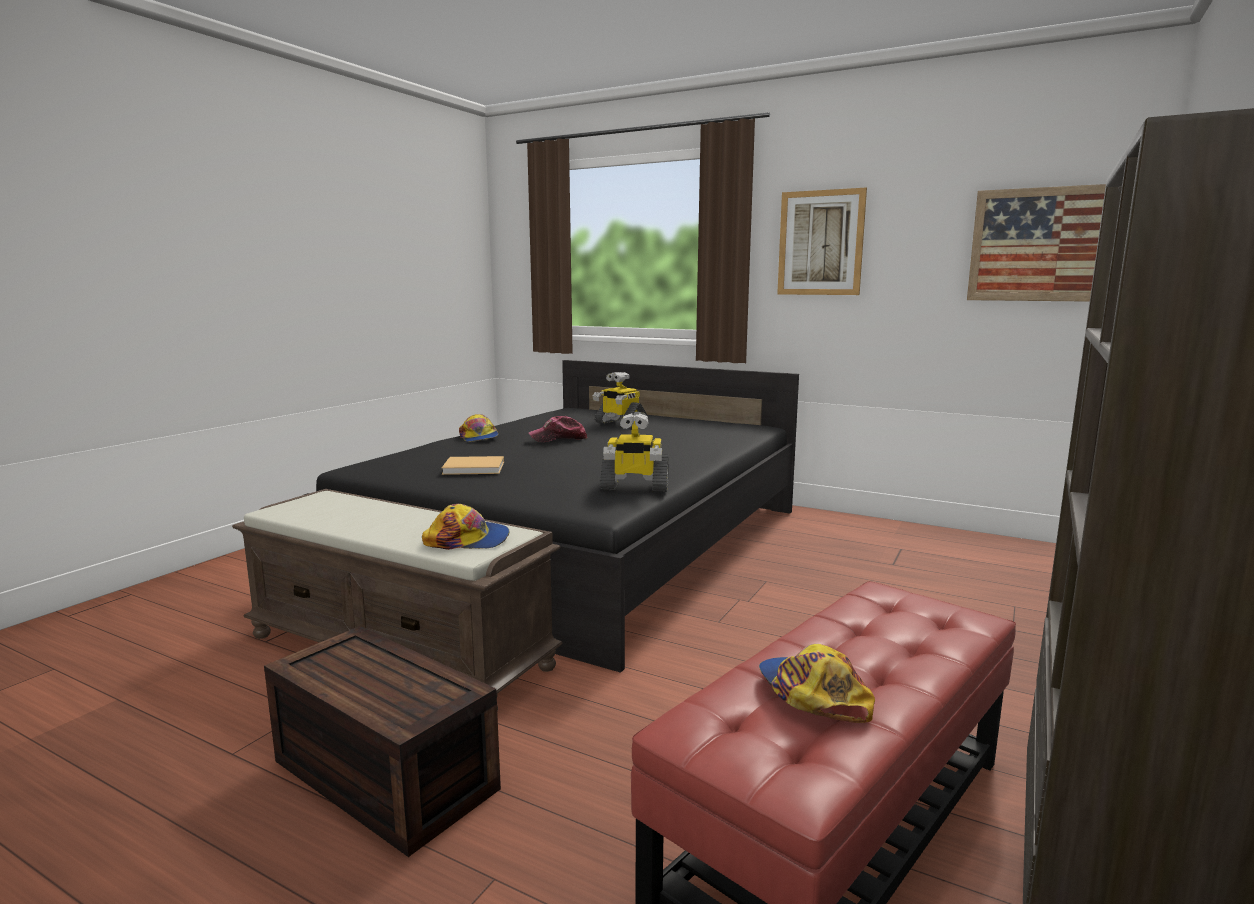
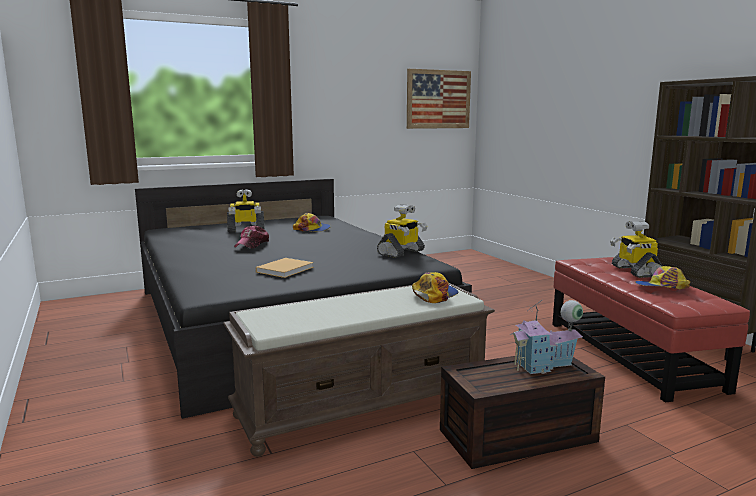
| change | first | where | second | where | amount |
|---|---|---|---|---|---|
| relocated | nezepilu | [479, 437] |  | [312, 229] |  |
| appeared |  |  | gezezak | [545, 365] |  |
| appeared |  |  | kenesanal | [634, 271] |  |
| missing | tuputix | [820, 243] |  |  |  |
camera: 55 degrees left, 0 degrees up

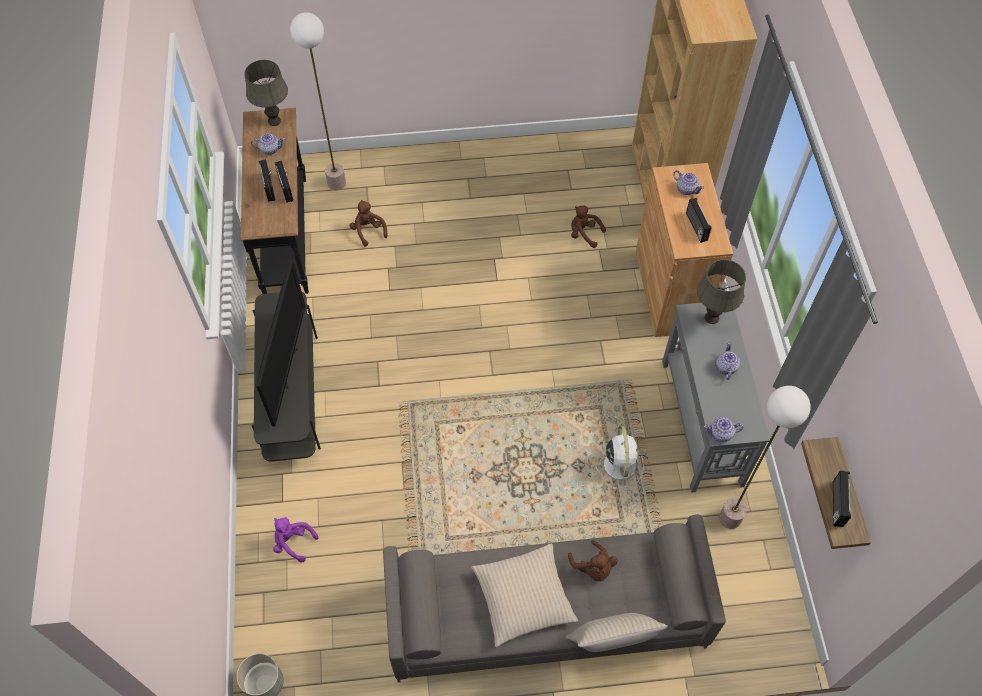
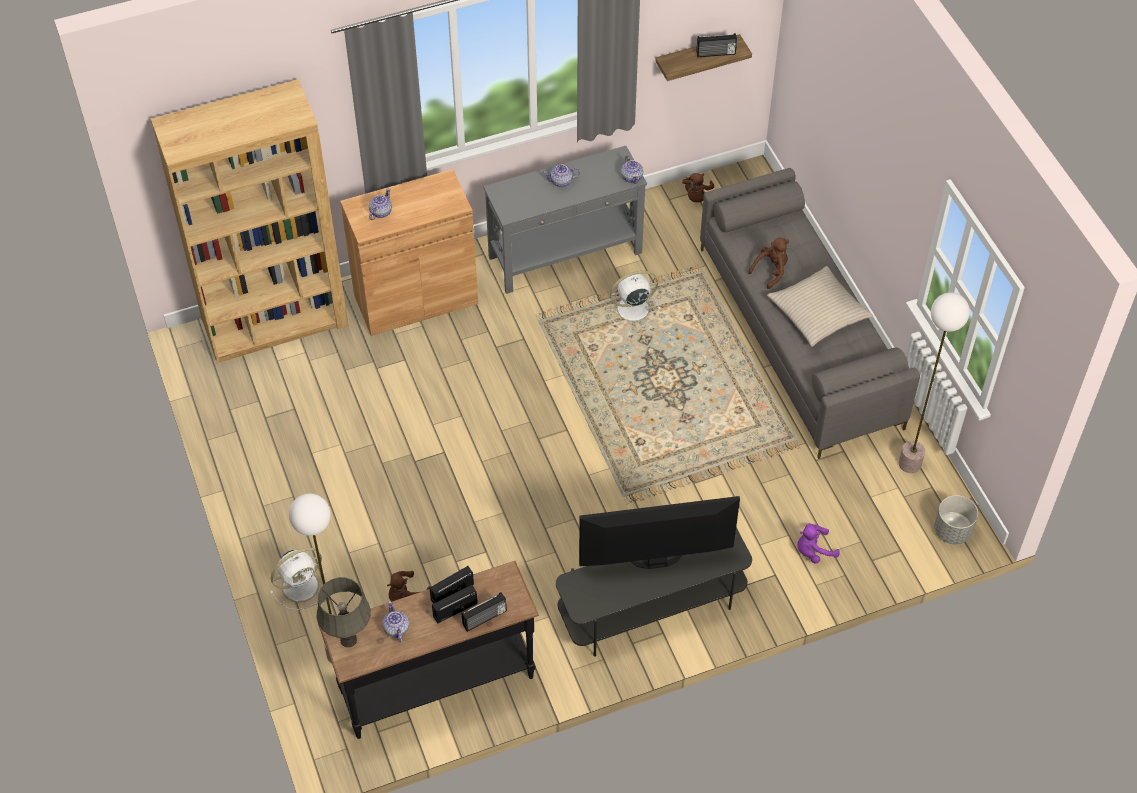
| change | first | where | second | where | amount |
|---|---|---|---|---|---|
| appeared |  |  | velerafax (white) | [302, 585] |  |
| relocated | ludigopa | [695, 227] |  | [485, 618] |  |
| relocated | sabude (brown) | [584, 234] |  | [697, 197] |  |
| spun | sabude (purple) | [293, 542] |  | [813, 551] | 60 degrees clockwise |
| relocated | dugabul | [730, 518] |  | [910, 464] |  |
| missing | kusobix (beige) | [611, 643] |  |  |  |
| missing | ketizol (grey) | [712, 318] |  |  |  |
camera: 105 degrees left, 5 degrees down

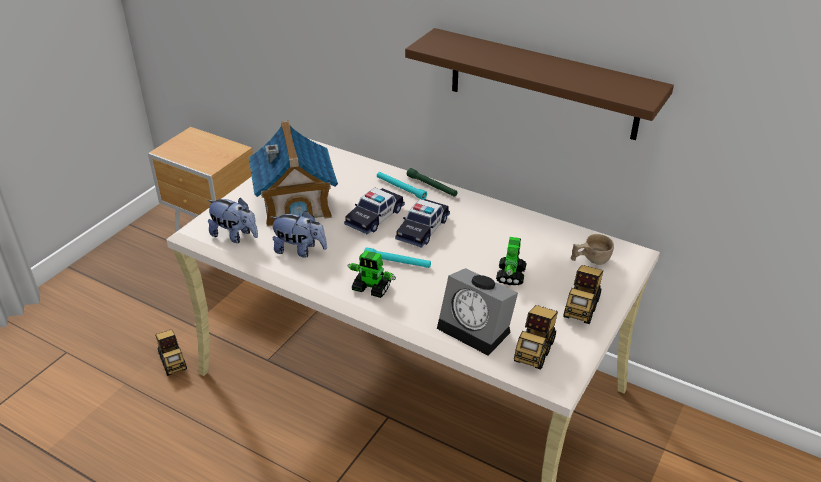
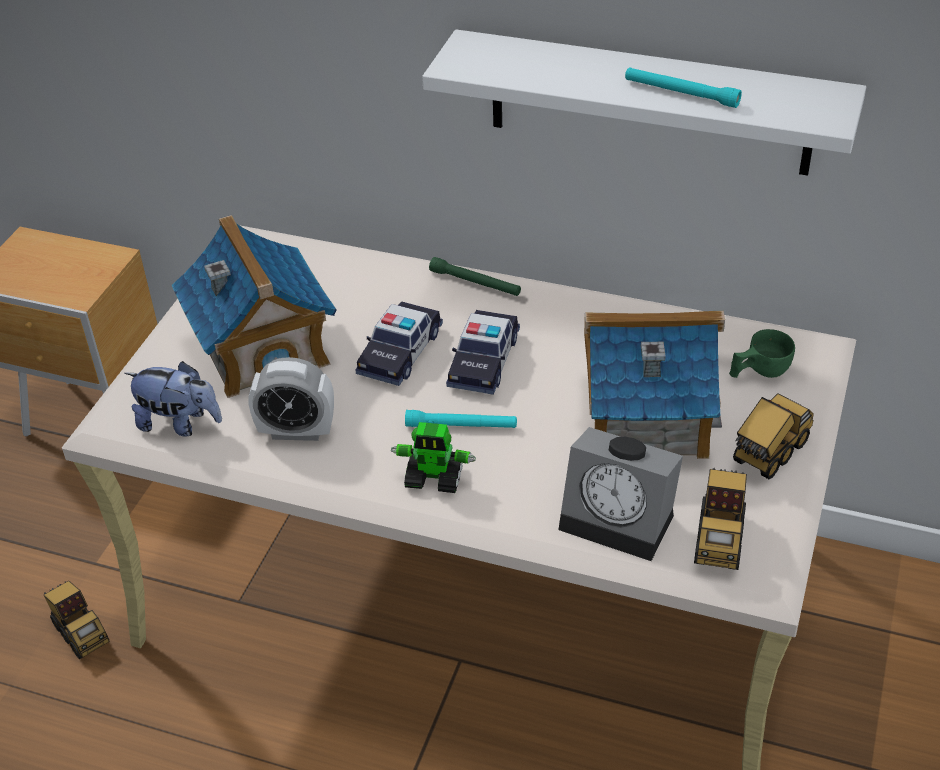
| change | first | where | second | where | amount |
|---|---|---|---|---|---|
| exchanged | sabude | [300, 250] | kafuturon | [297, 431] |  |
| colour | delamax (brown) | [543, 84] | delamax (white) | [649, 103] |  |
| exchanged | kenesanal | [511, 275] | gezezak | [645, 418] |  |
| relocated | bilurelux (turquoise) | [400, 188] |  | [681, 94] |  |
| colour | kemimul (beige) | [590, 260] | kemimul (green) | [759, 371] |  |
| spun | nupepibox | [582, 307] |  | [769, 454] | 150 degrees counterclockwise |
camera: 10 degrees left, 5 degrees up

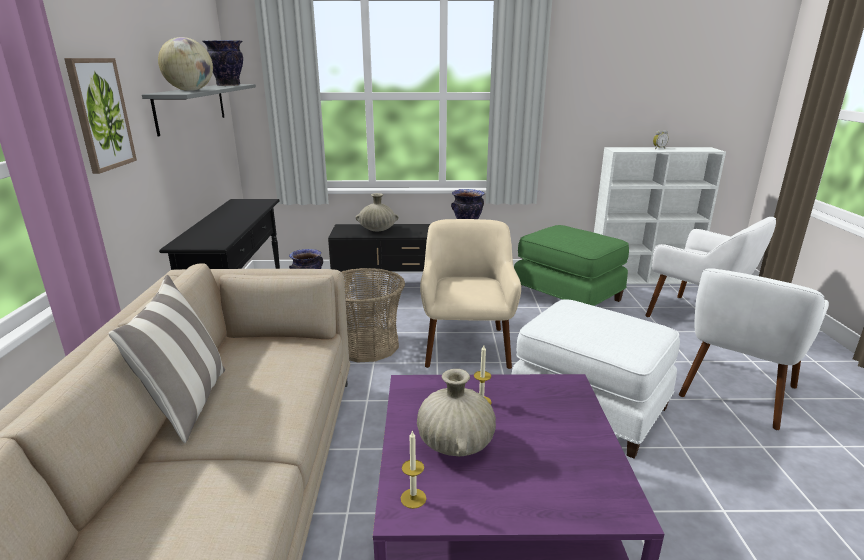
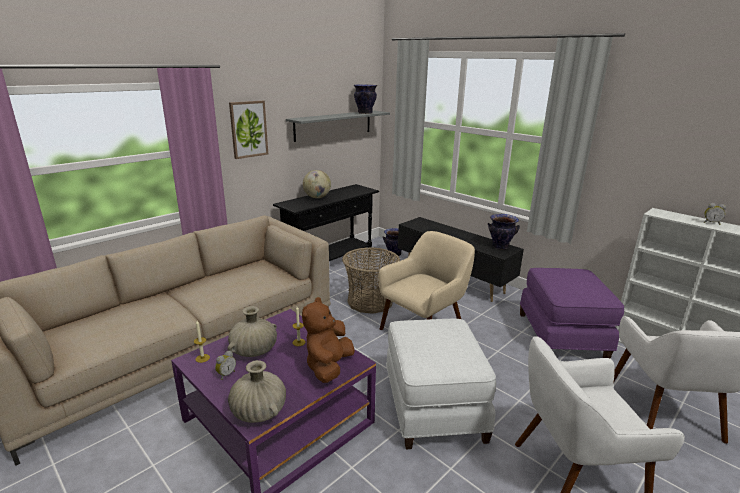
| change | first | where | second | where | amount |
|---|---|---|---|---|---|
| appeared |  |  | kafuturon | [226, 374] |  |
| relocated | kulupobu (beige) | [377, 230] |  | [259, 411] |  |
| appeared |  |  | sabude (brown) | [328, 366] |  |
| relocated | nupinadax | [190, 90] |  | [317, 197] |  |
| colour | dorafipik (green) | [567, 296] | dorafipik (purple) | [562, 335] |  |
| missing | kusobix | [186, 404] |  |  |  |
camera: 45 degrees right, 0 degrees up

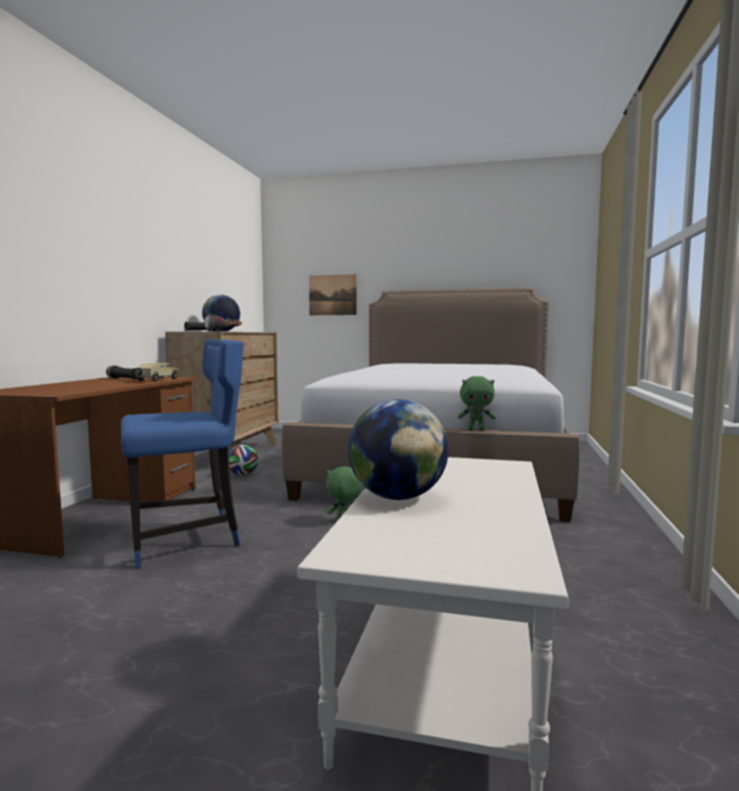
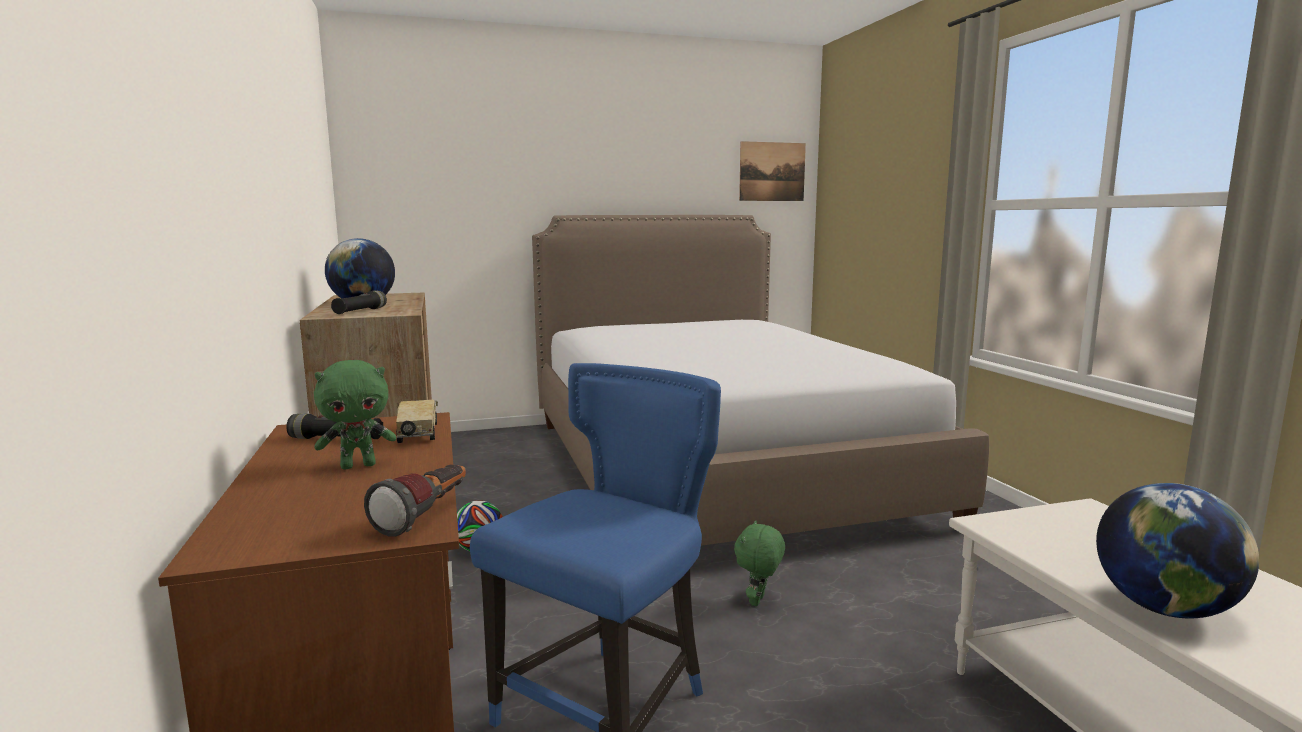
| change | first | where | second | where | amount |
|---|---|---|---|---|---|
| relocated | sabude (green) | [476, 429] |  | [359, 465] |  |
| relocated | bilurelux | [224, 331] |  | [426, 516] |  |
| relocated | tuputix | [332, 295] |  | [772, 171] |  |
camera: 30 degrees left, 5 degrees up

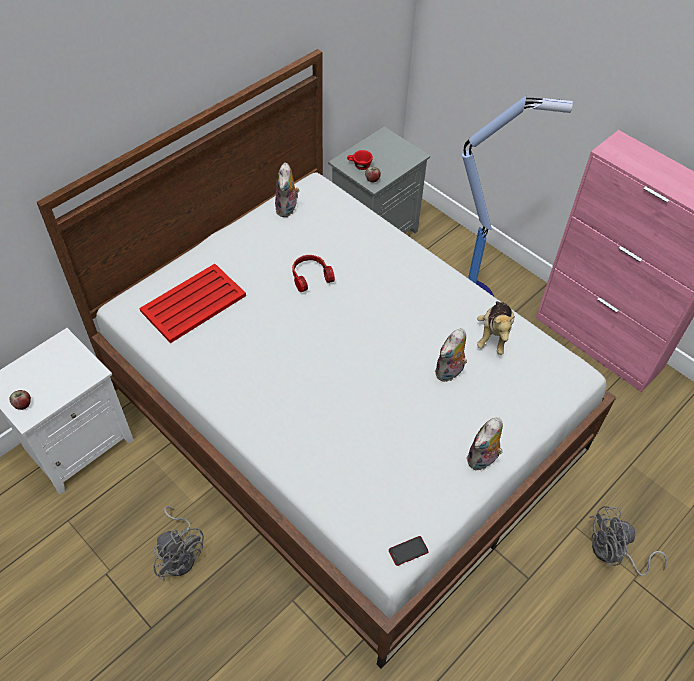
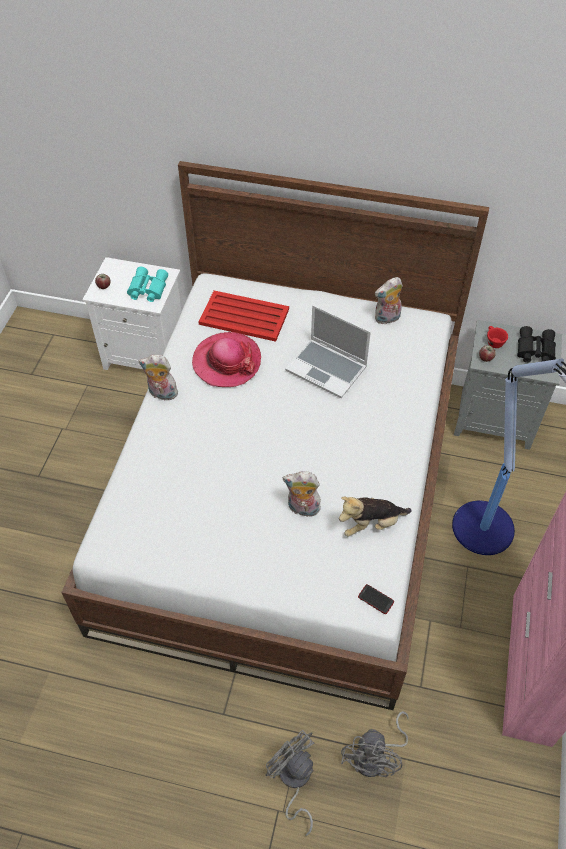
| change | first | where | second | where | amount |
|---|---|---|---|---|---|
| appeared |  |  | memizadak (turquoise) | [147, 289] |  |
| relocated | sabude | [482, 460] |  | [161, 394] |  |
| appeared |  |  | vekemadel | [226, 362] |  |
| exchanged | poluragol | [310, 276] | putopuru | [327, 369] |  |
| relocated | velerafax (grey) | [180, 554] |  | [376, 757] |  |
| relocated | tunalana | [408, 551] |  | [376, 599] |  |
| appeared |  |  | memizadak (black) | [534, 350] |  |
camera: 60 degrees right, 0 degrees up

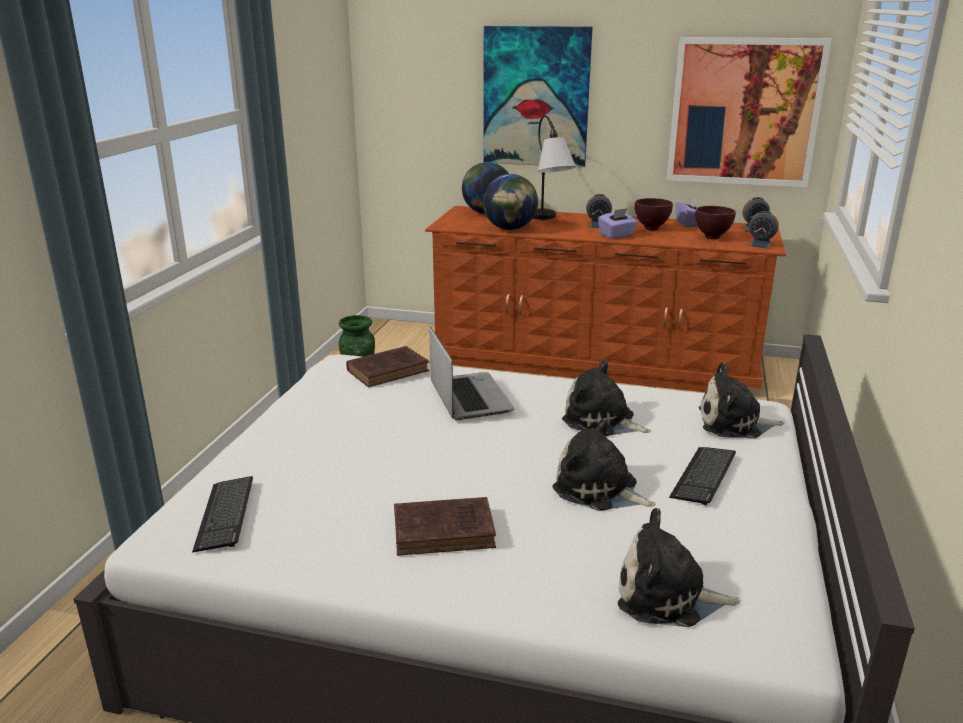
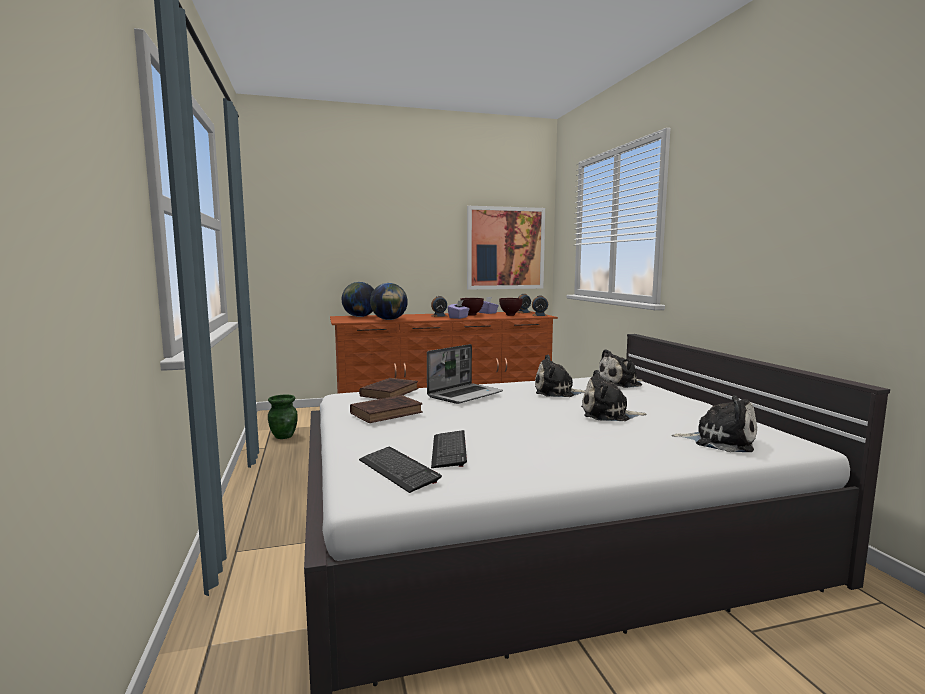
| change | first | where | second | where | amount |
|---|---|---|---|---|---|
| relocated | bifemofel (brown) | [447, 531] |  | [388, 413] |  |
| spun | putopuru | [468, 397] |  | [465, 395] | 90 degrees clockwise |
| relocated | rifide | [703, 476] |  | [449, 450] |  |
| spun | sabude | [667, 596] |  | [720, 441] | 135 degrees counterclockwise |
| missing | tuputix | [536, 97] |  |  |  |
| missing | ketizol | [549, 220] |  |  |  |
camera: 30 degrees left, 15 degrees down

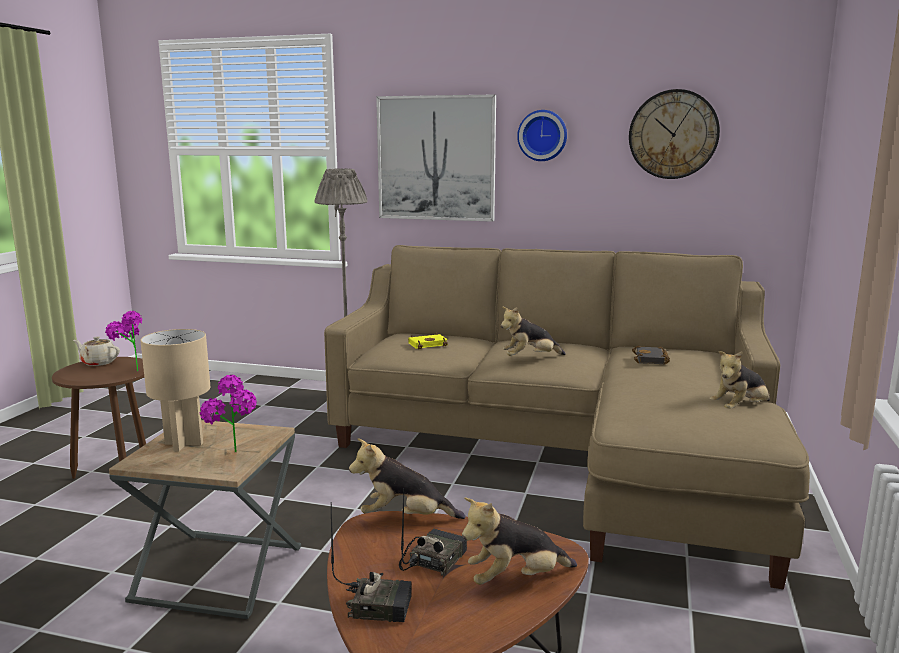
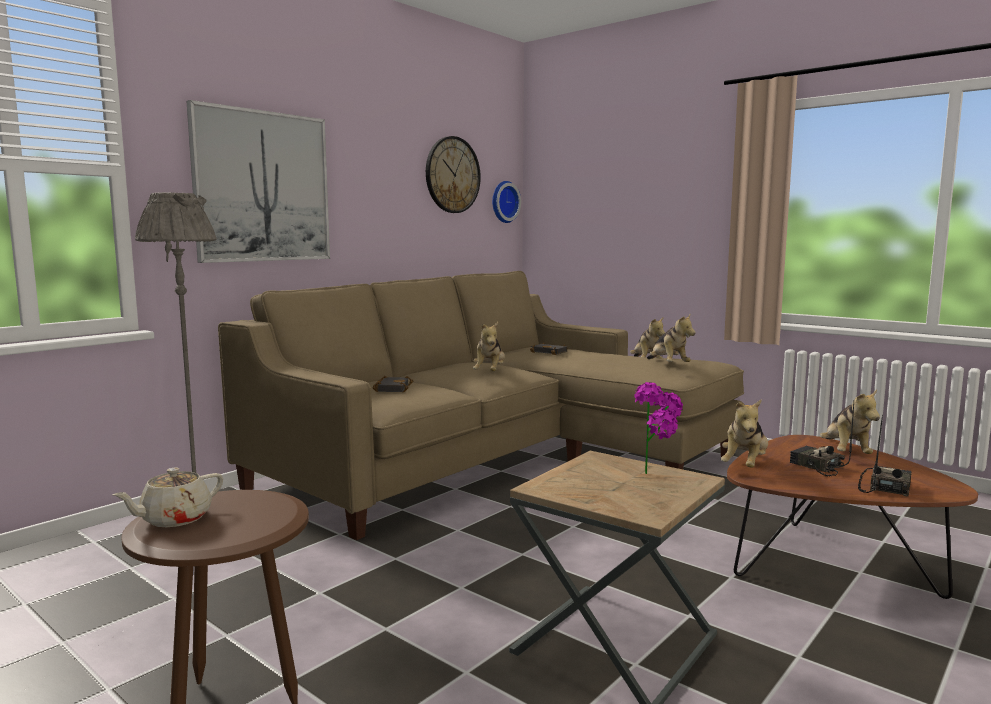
| change | first | where | second | where | amount |
|---|---|---|---|---|---|
| colour | bifemofel (yellow) | [428, 344] | bifemofel (black) | [392, 388] |  |
| relocated | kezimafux | [542, 135] |  | [503, 202] |  |
| appeared |  |  | sabude | [668, 365] |  |
| missing | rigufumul | [129, 371] |  |  |  |
| missing | ketizol (beige) | [183, 443] |  |  |  |
camera: 65 degrees left, 5 degrees down

